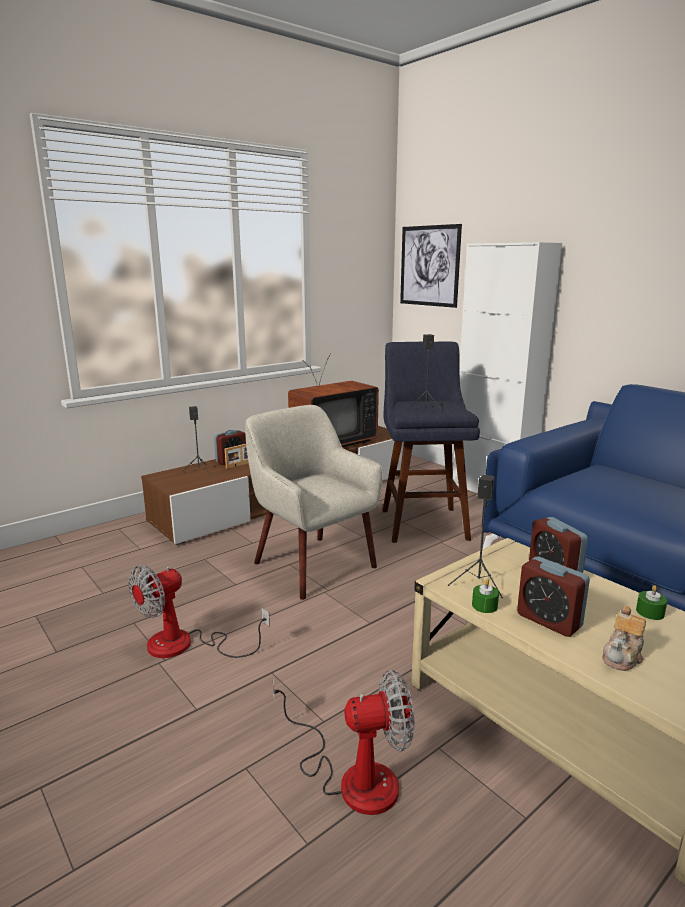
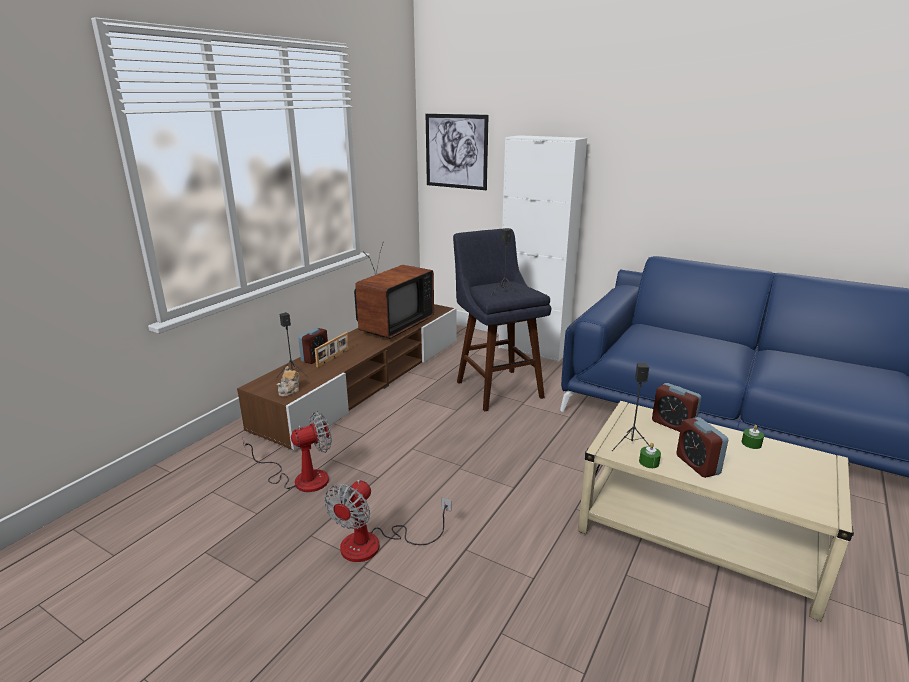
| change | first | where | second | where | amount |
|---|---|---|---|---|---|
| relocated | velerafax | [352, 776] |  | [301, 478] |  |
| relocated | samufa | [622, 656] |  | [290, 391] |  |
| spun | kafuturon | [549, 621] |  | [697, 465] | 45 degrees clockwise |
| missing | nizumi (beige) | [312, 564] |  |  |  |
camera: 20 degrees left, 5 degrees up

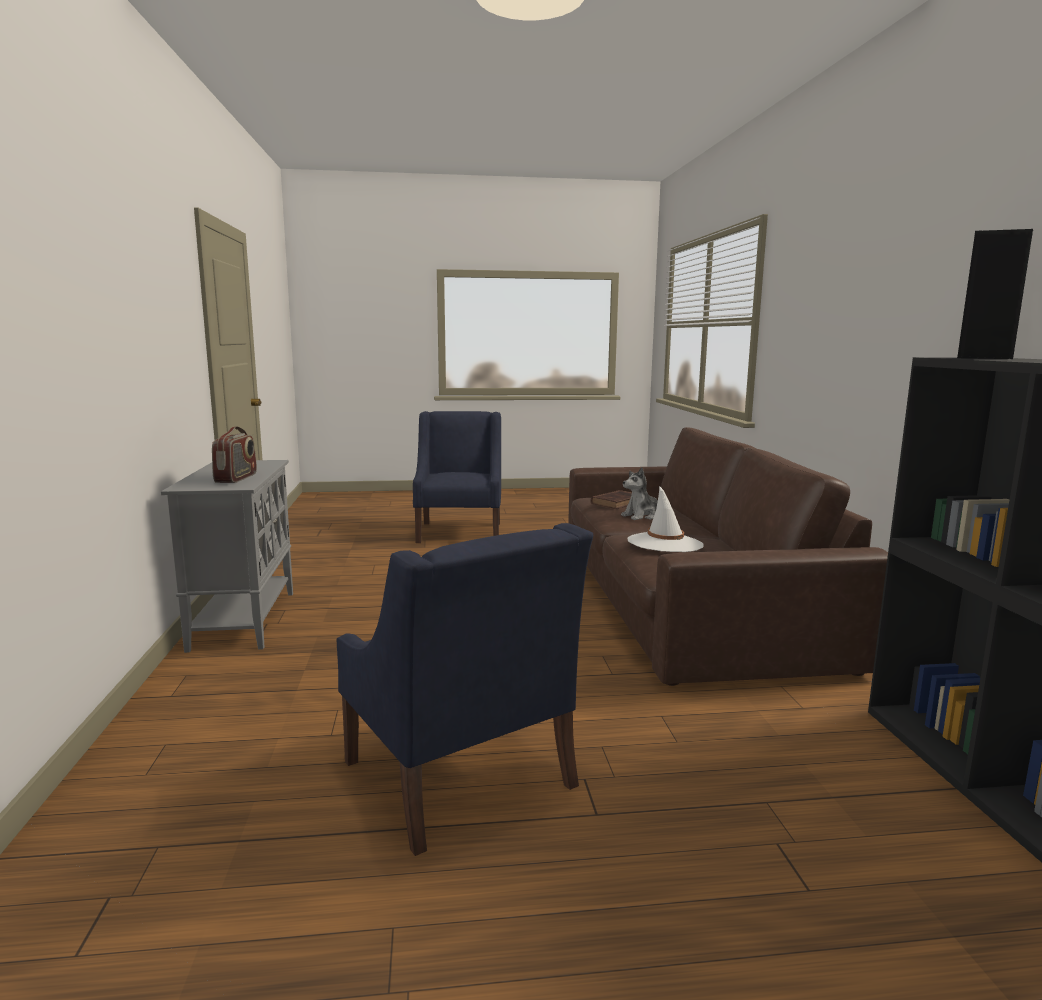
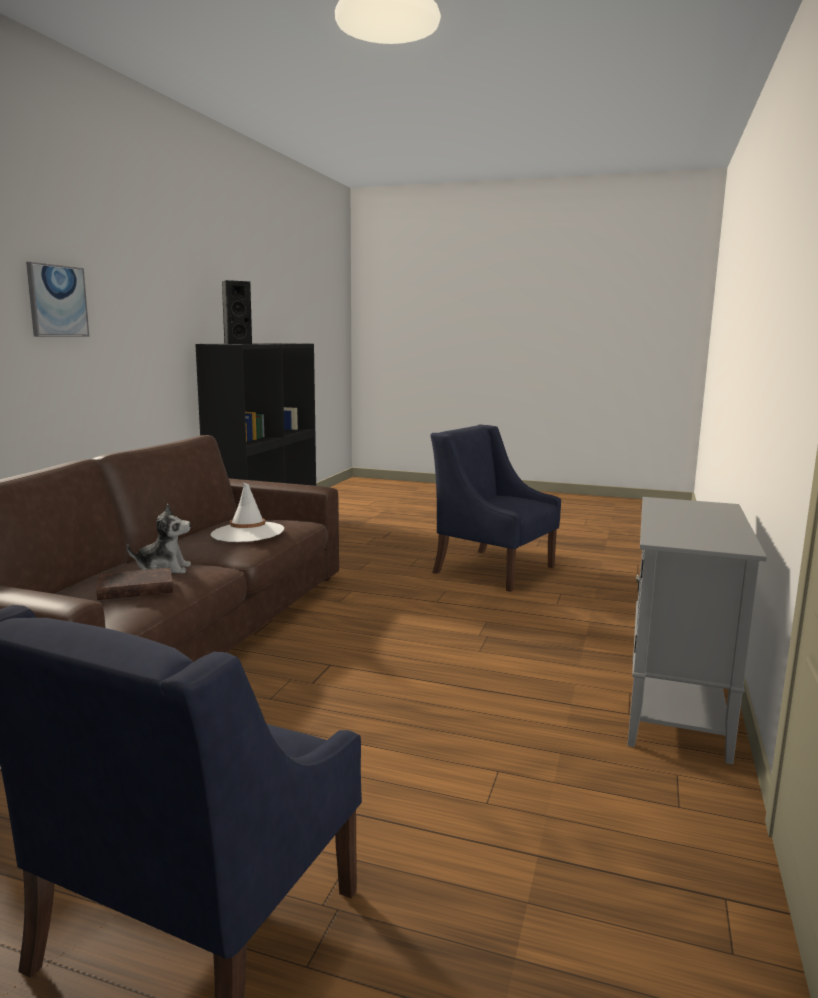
| change | first | where | second | where | amount |
|---|---|---|---|---|---|
| appeared |  |  | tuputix | [57, 301] |  |
| spun | nizumi (blue) | [459, 775] |  | [493, 569] | 45 degrees counterclockwise |
| missing | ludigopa | [236, 478] |  |  |  |
camera: 155 degrees left, 0 degrees up

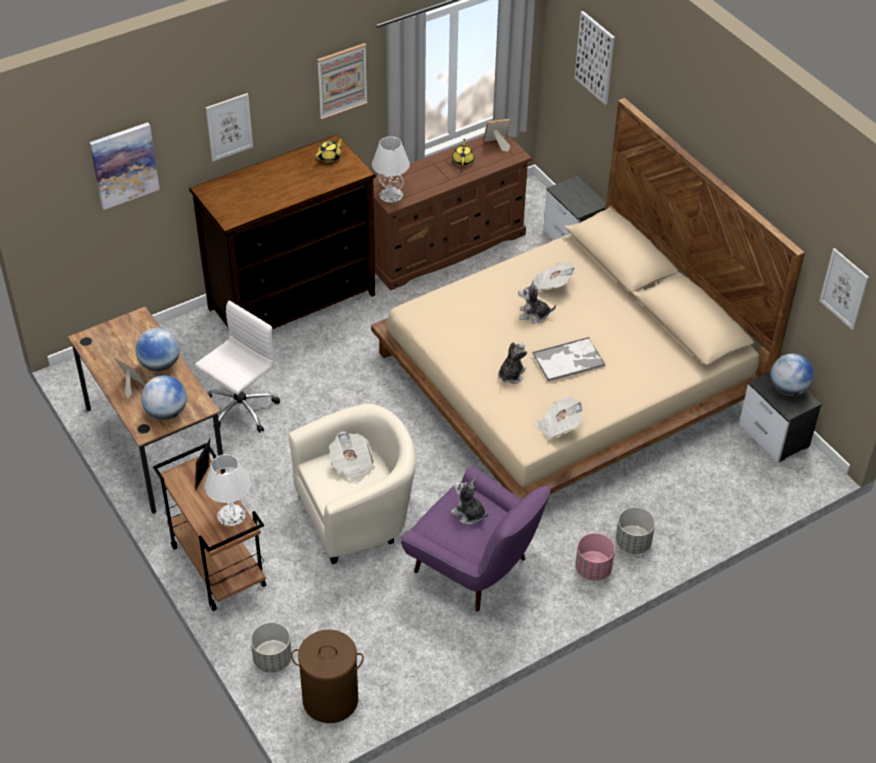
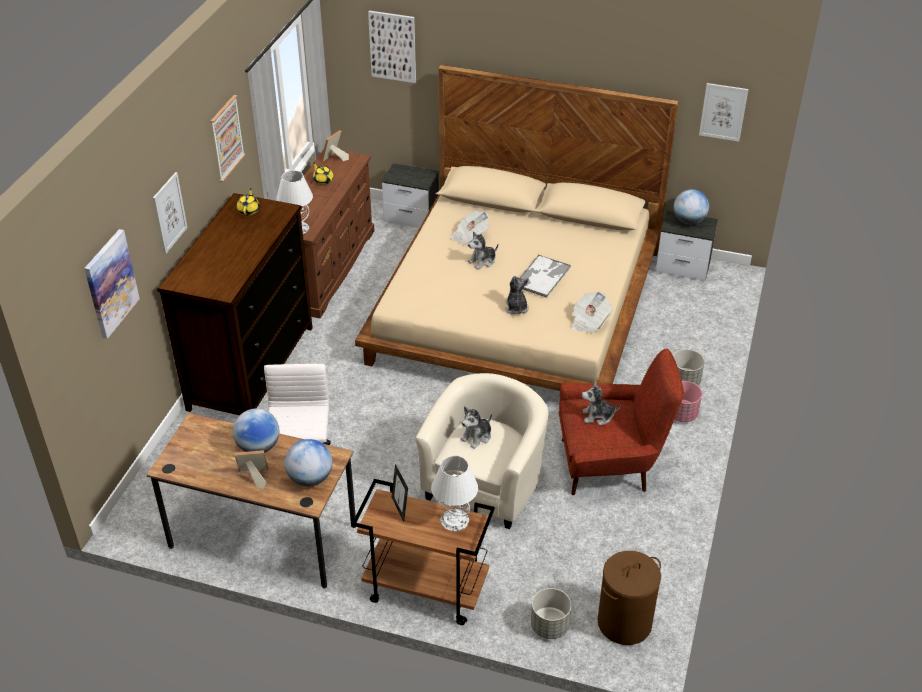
| change | first | where | second | where | amount |
|---|---|---|---|---|---|
| exchanged | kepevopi | [352, 465] | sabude | [477, 436] |  |
| colour | nizumi (purple) | [476, 569] | nizumi (red) | [610, 464] |  |
camera: 40 degrees left, 5 degrees down

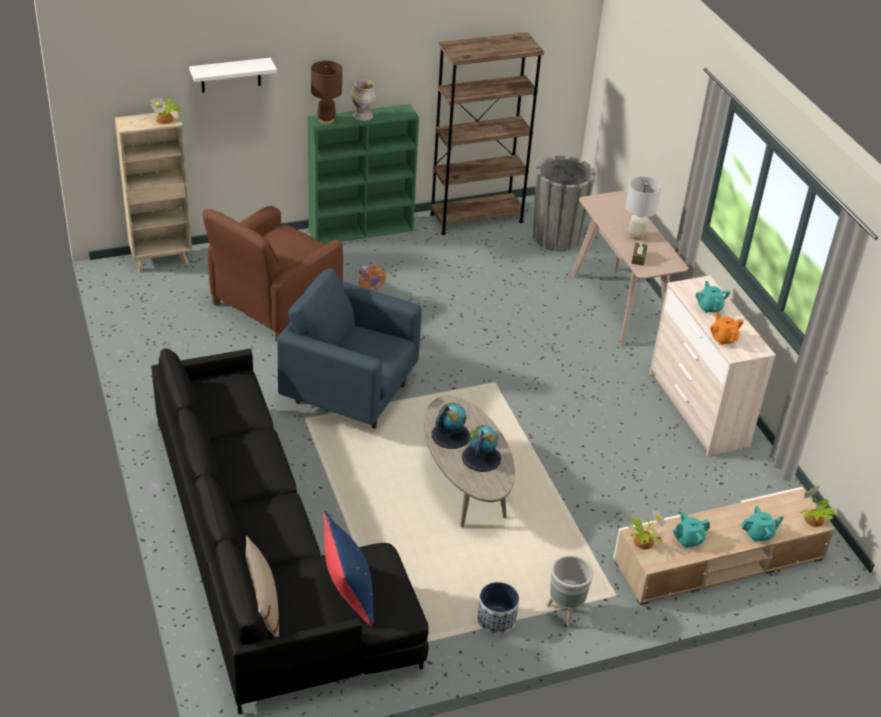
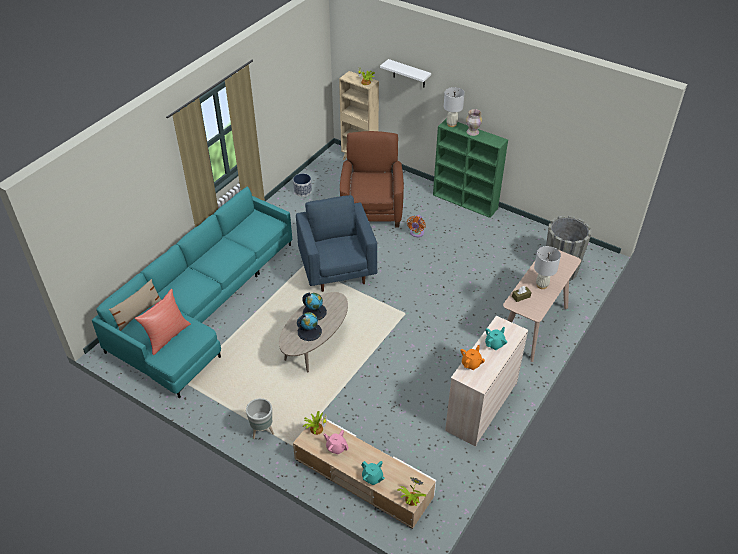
| change | first | where | second | where | amount |
|---|---|---|---|---|---|
| colour | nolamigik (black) | [265, 556] | nolamigik (turquoise) | [202, 306] |  |
| colour | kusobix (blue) | [348, 593] | kusobix (red) | [167, 336] |  |
| relocated | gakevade | [496, 619] |  | [303, 191] |  |
| colour | samufa (turquoise) | [688, 540] | samufa (pink) | [336, 447] |  |
| spun | nizumi (brown) | [274, 304] |  | [372, 209] | 90 degrees clockwise |
| colour | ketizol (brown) | [326, 120] | ketizol (white) | [451, 124] |  |
| missing | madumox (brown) | [476, 218] |  |  |  |
camera: 55 degrees right, 5 degrees up

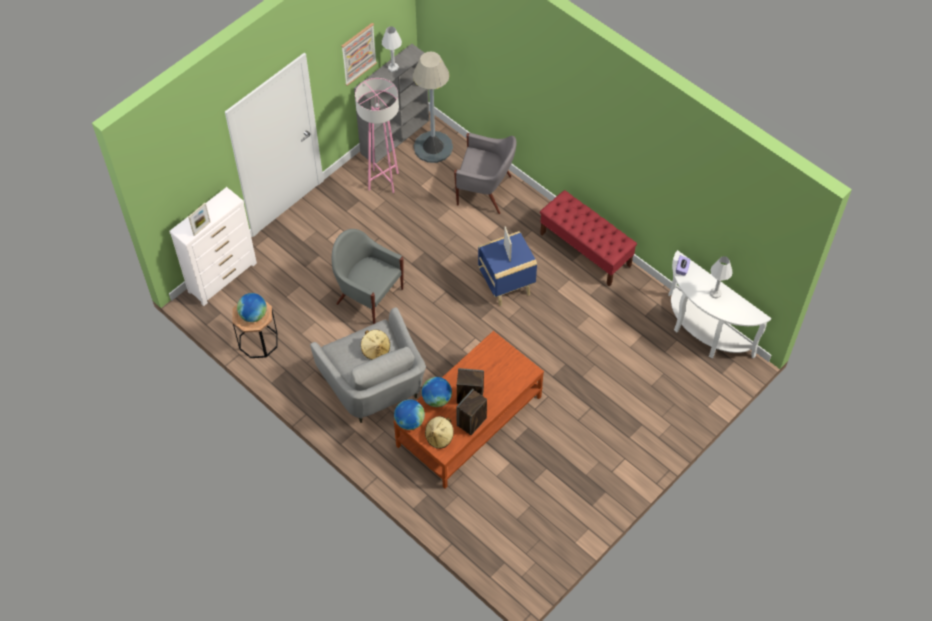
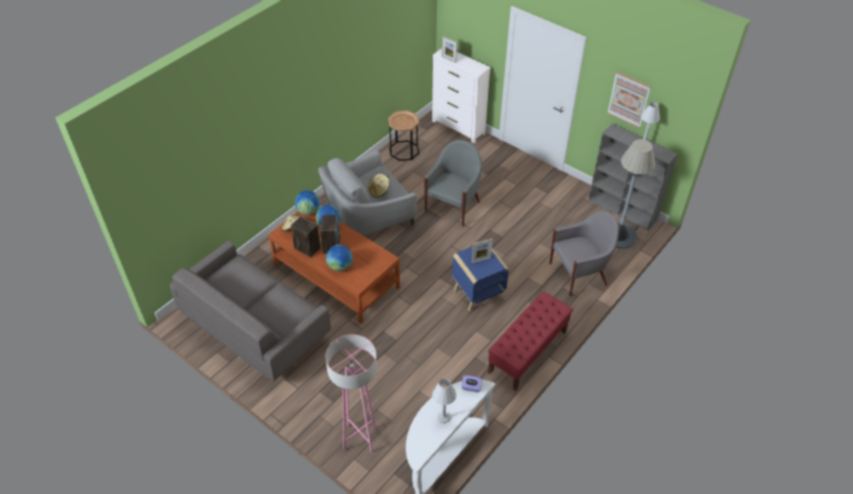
| change | first | where | second | where | amount |
|---|---|---|---|---|---|
| appeared |  |  | nolamigik (grey) | [255, 327] |  |
| relocated | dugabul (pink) | [383, 181] |  | [359, 438] |  |
| relocated | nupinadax | [253, 315] |  | [340, 266] |  |
| spun | nizumi (grey) | [485, 191] |  | [579, 274] | 120 degrees counterclockwise |
camera: 85 degrees right, 10 degrees down

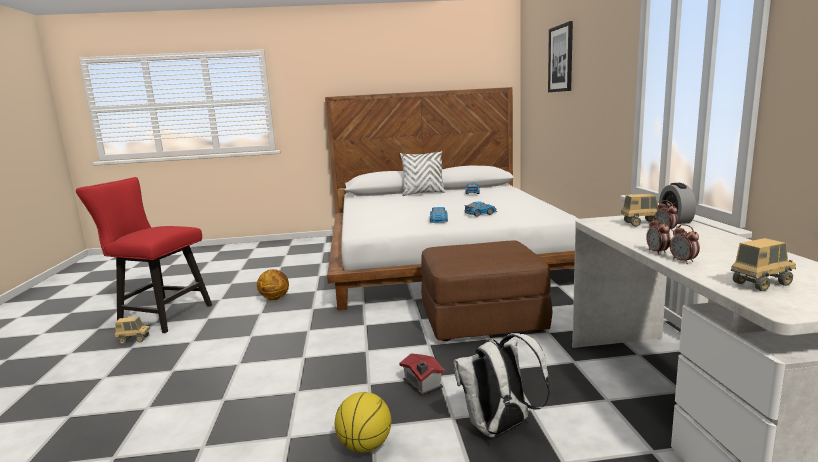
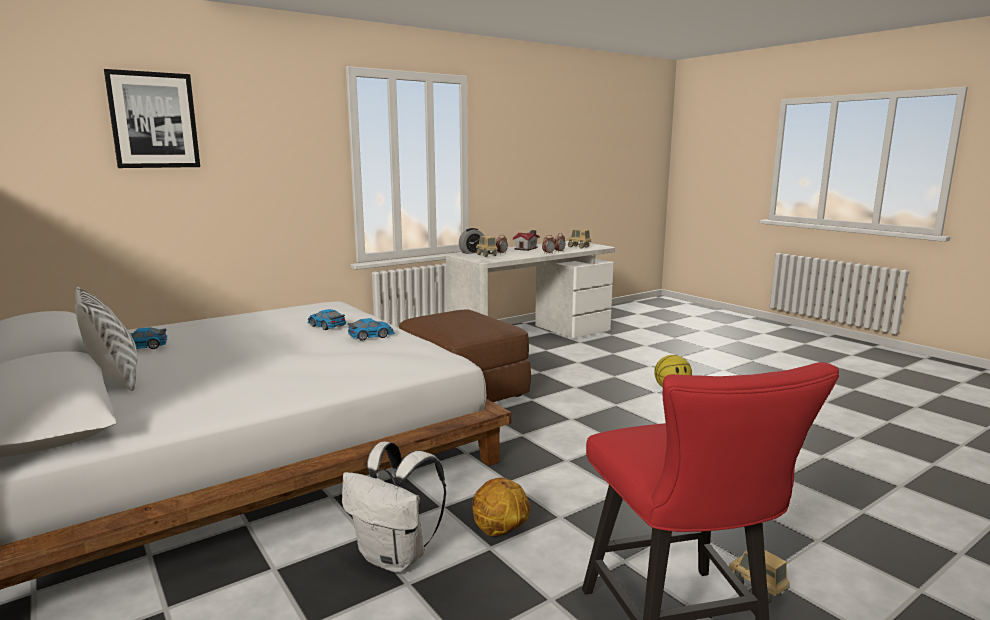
| change | first | where | second | where | amount |
|---|---|---|---|---|---|
| relocated | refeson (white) | [499, 428] |  | [396, 557] |  |
| relocated | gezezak | [422, 384] |  | [527, 248] |  |
camera: 120 degrees left, 0 degrees up

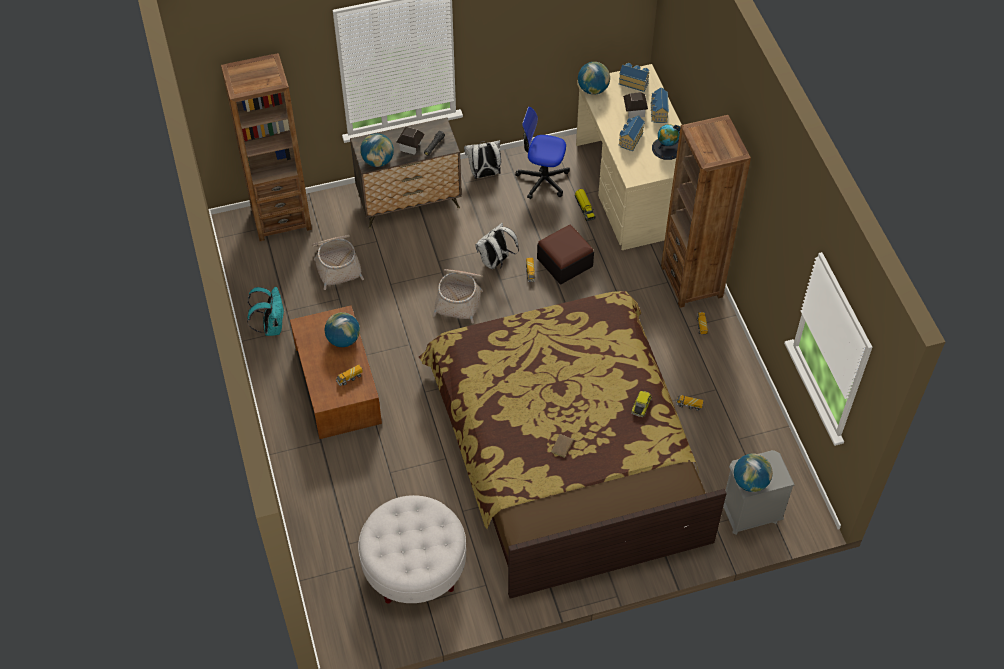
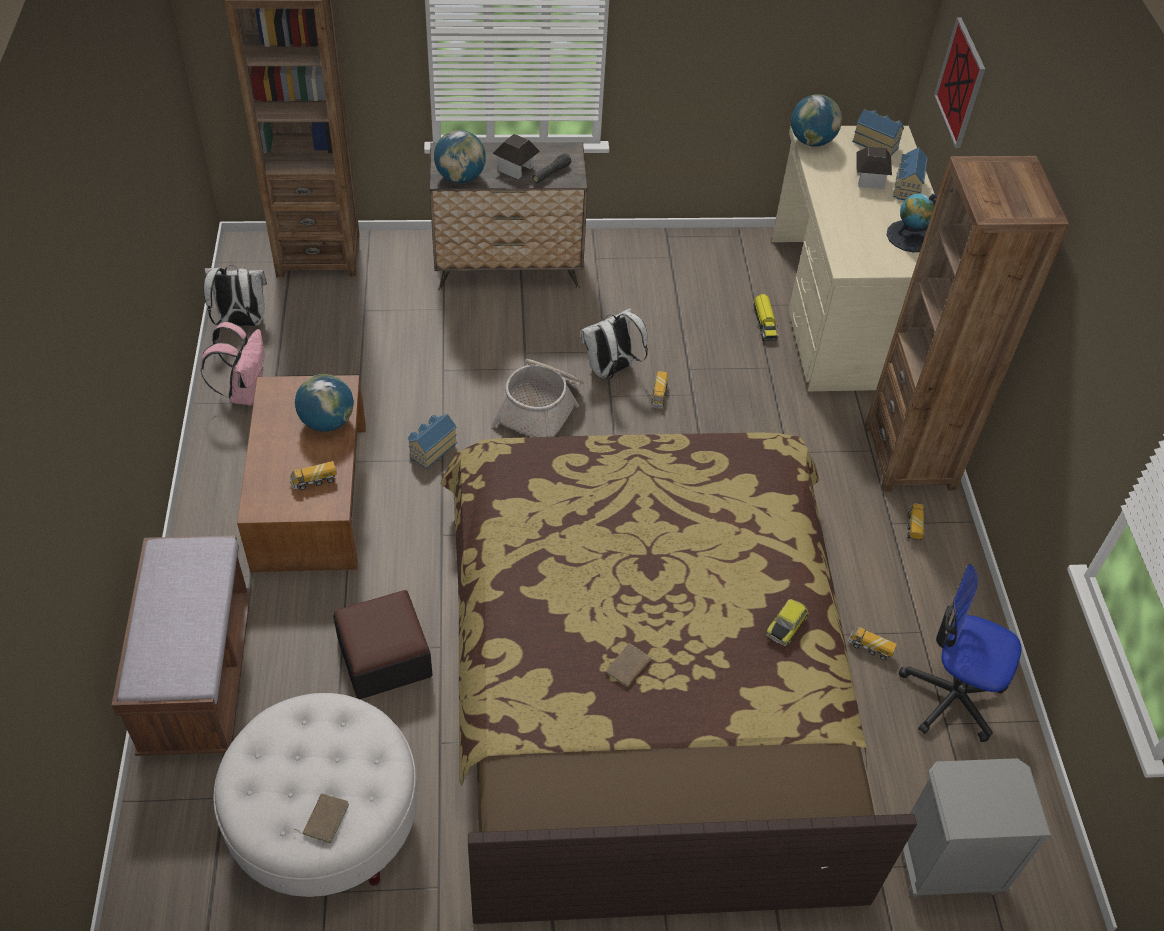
| change | first | where | second | where | amount |
|---|---|---|---|---|---|
| appeared |  |  | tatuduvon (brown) | [198, 676] |  |
| colour | refeson (turquoise) | [271, 326] | refeson (pink) | [245, 392] |  |
| relocated | refeson (white) | [484, 174] |  | [241, 322] |  |
| appeared |  |  | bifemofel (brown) | [324, 818] |  |
| relocated | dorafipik | [564, 262] |  | [384, 657] |  |
| relocated | gezezak | [630, 139] |  | [431, 449] |  |
| relocated | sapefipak | [542, 180] |  | [951, 696] |  |
| appeared |  |  | tuputix | [960, 83] |  |
| missing | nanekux | [337, 264] |  |  |  |
| missing | nupinadax | [750, 482] |  |  |  |
camera: 10 degrees right, 5 degrees down

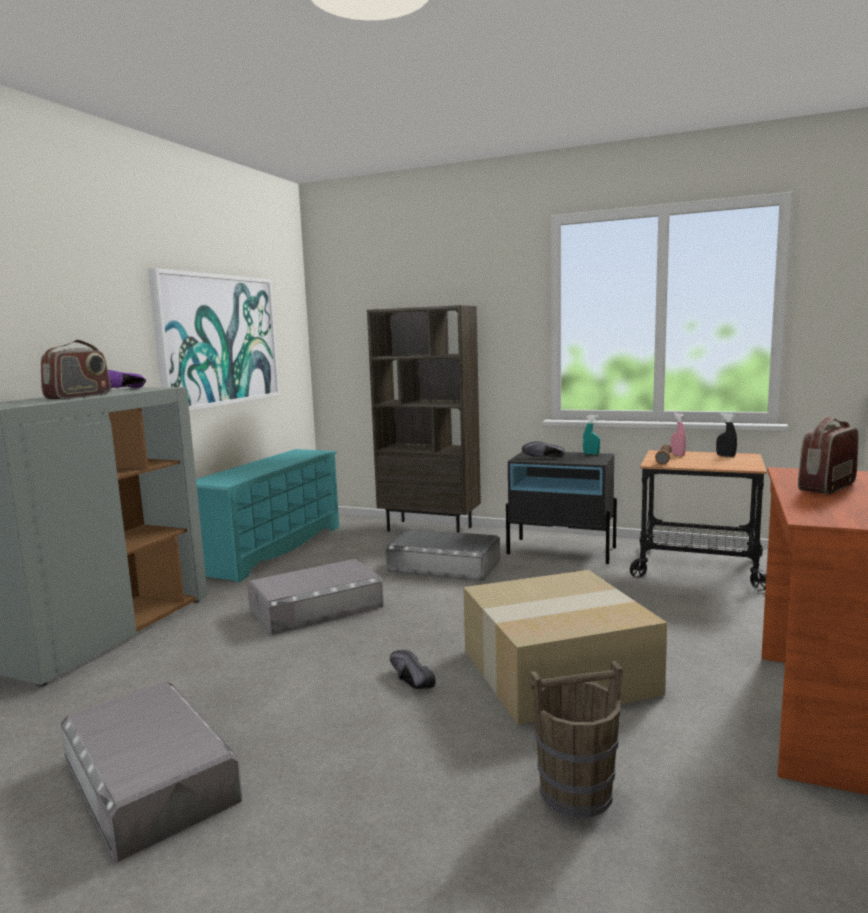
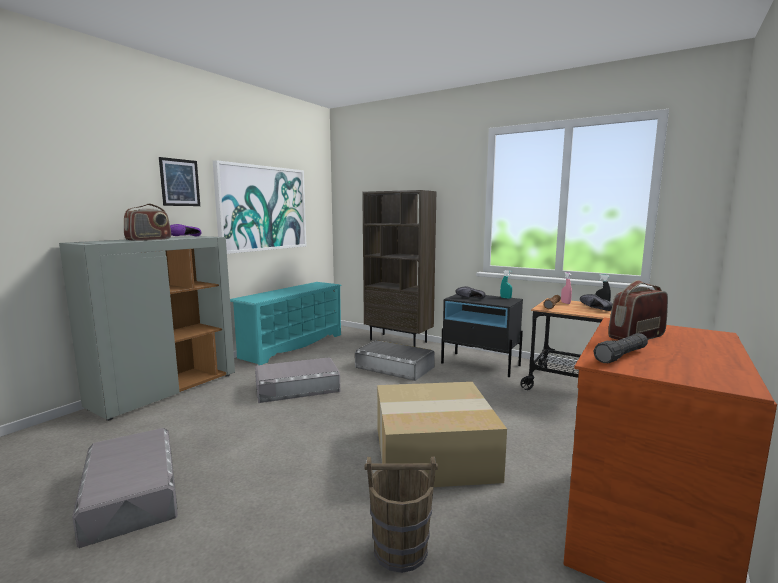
| change | first | where | second | where | amount |
|---|---|---|---|---|---|
| appeared |  |  | tuputix | [180, 182] |  |
| relocated | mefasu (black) | [407, 682] |  | [593, 309] |  |
| appeared |  |  | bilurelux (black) | [621, 356] |  |
camera: 10 degrees right, 0 degrees up

